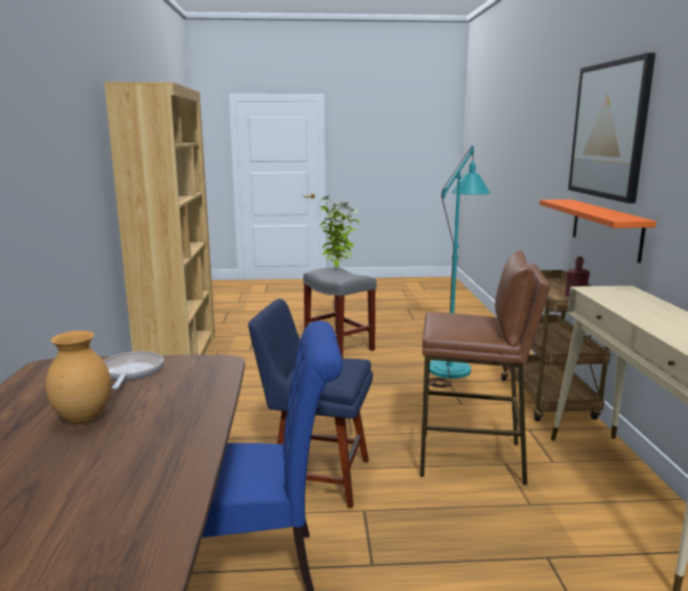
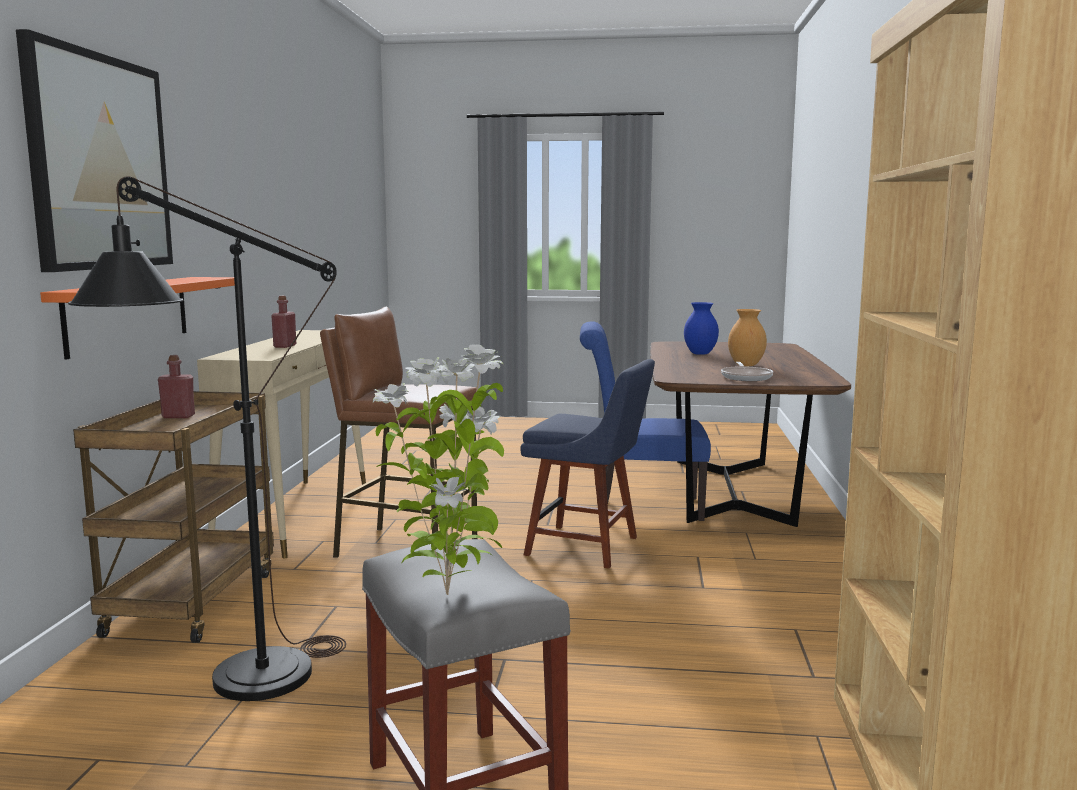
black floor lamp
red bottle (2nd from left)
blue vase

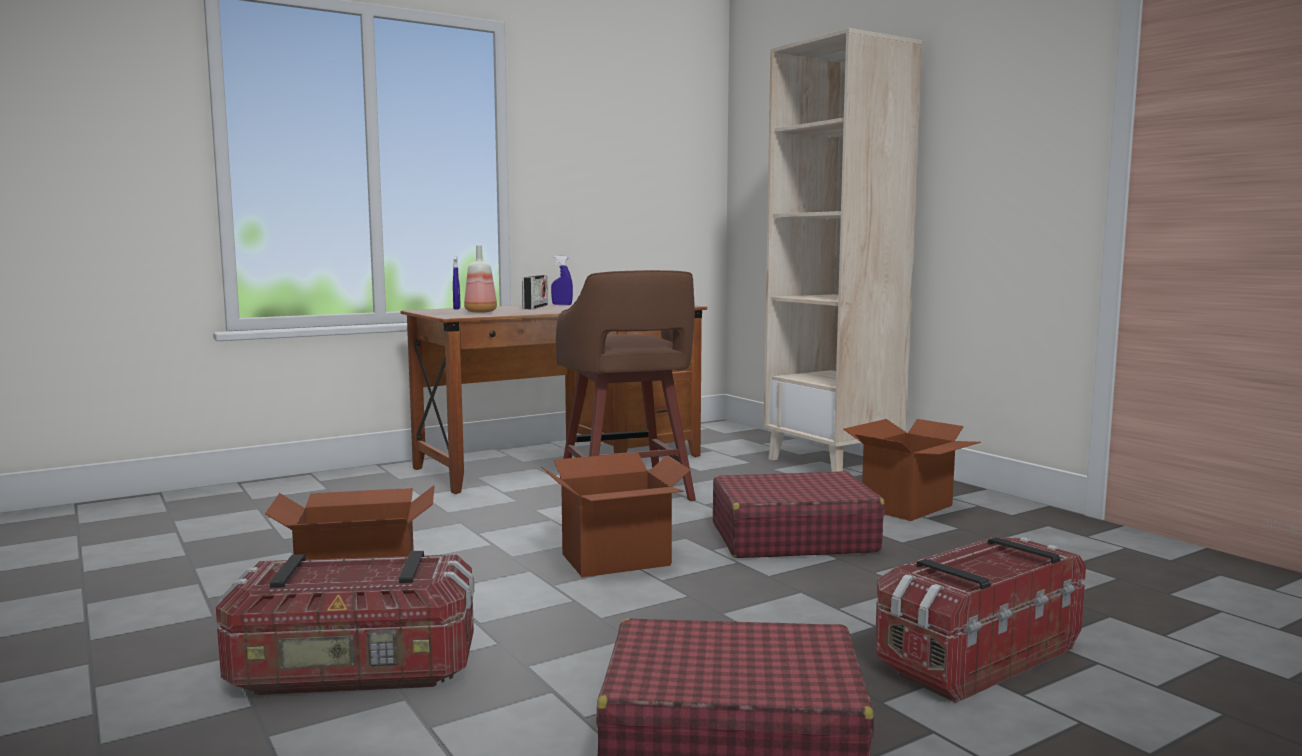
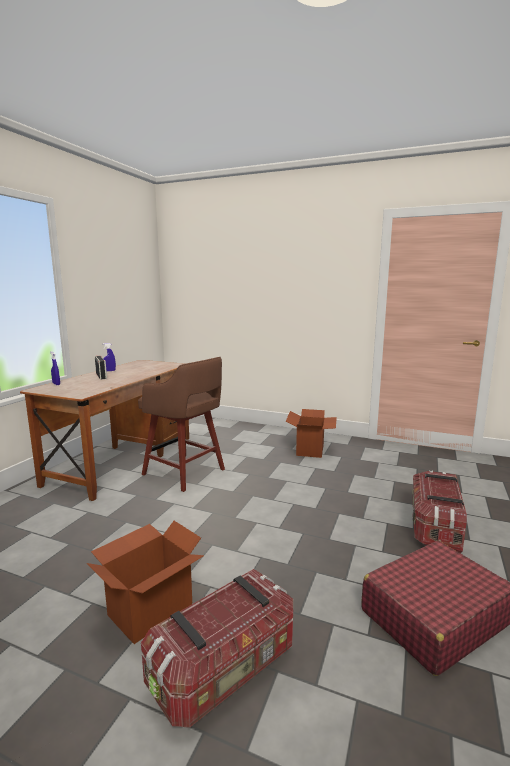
bottle
cardboard box (2nd from left in the first image)
red suitcase (2nd from left in the first image)
beige bookcase

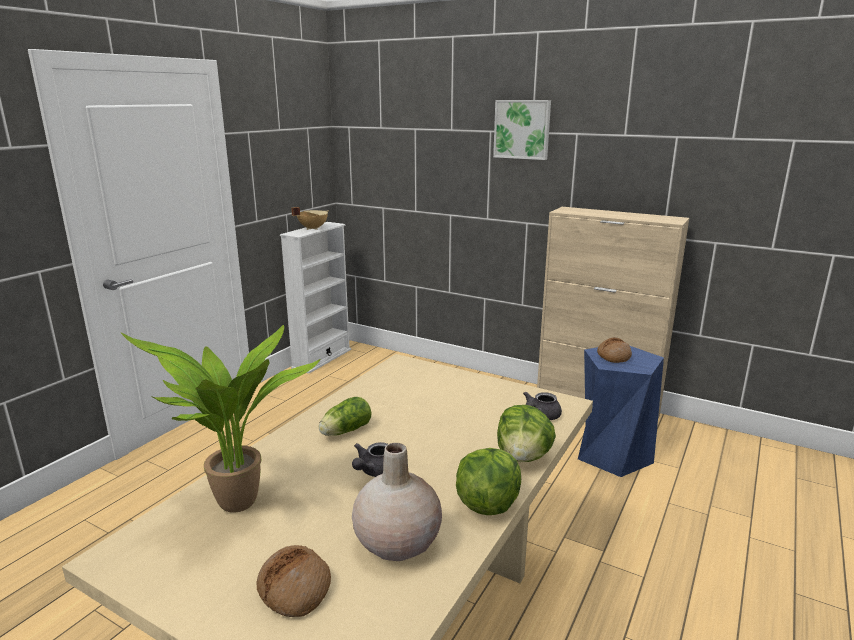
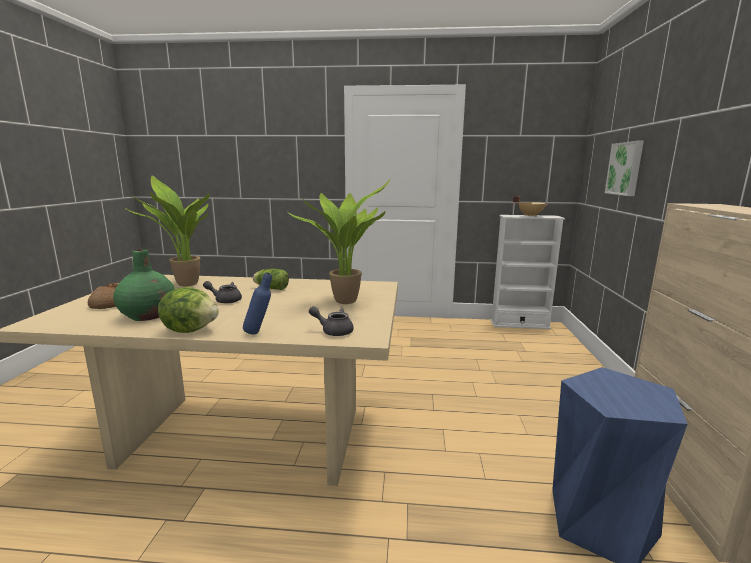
green vase
picture
blue bottle
bread (2nd from left in the first image)
potted plant (2nd from left)

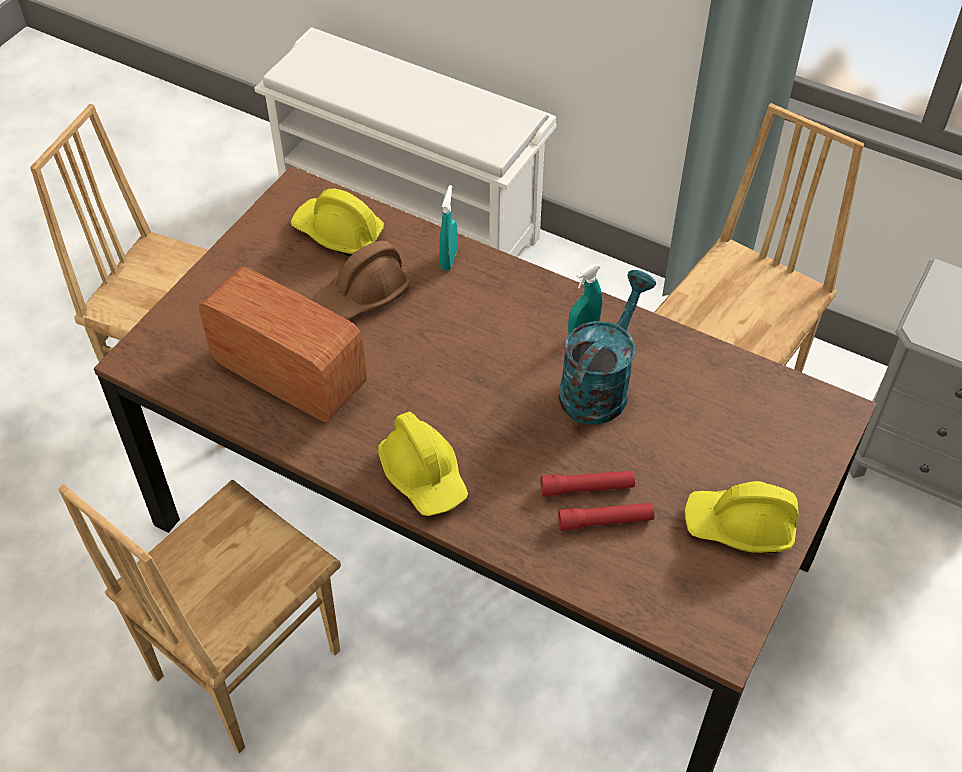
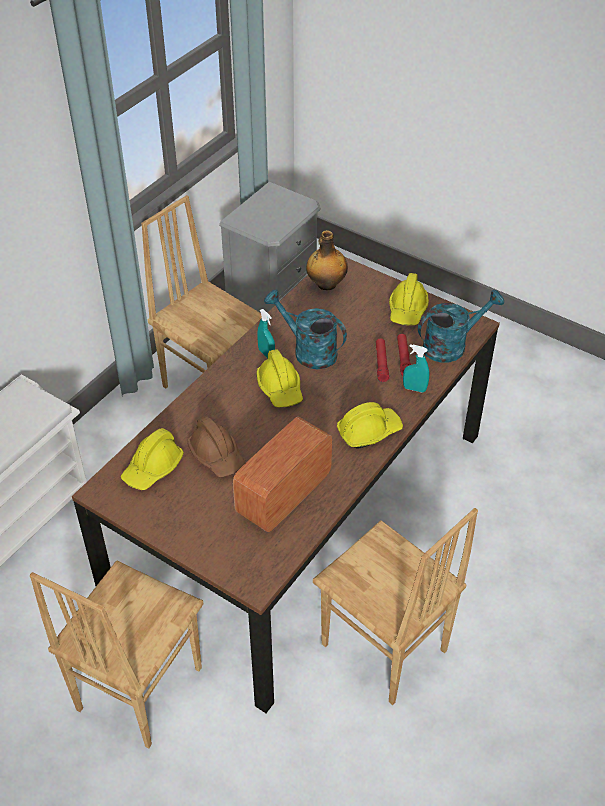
turquoise spray bottle (2nd from left)
yellow hard hat (2nd from left)
bottle
turquoise watering can (2nd from left)

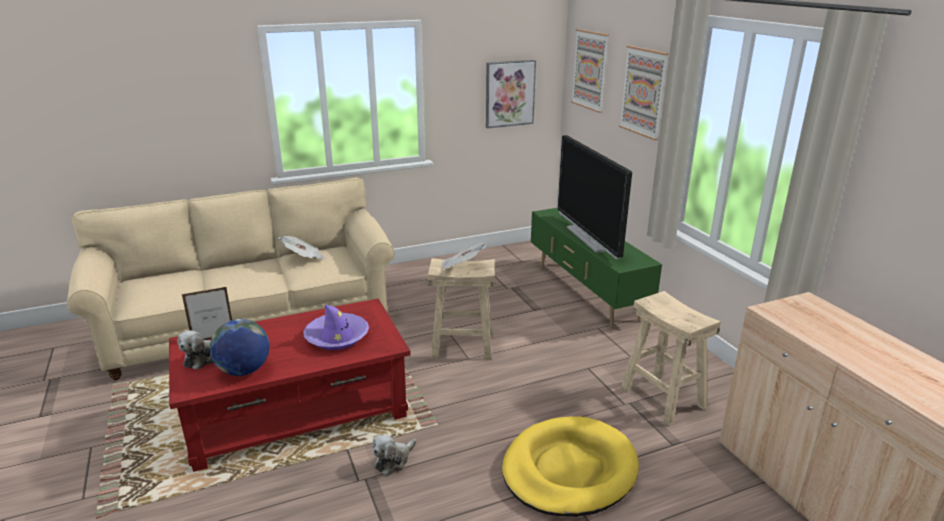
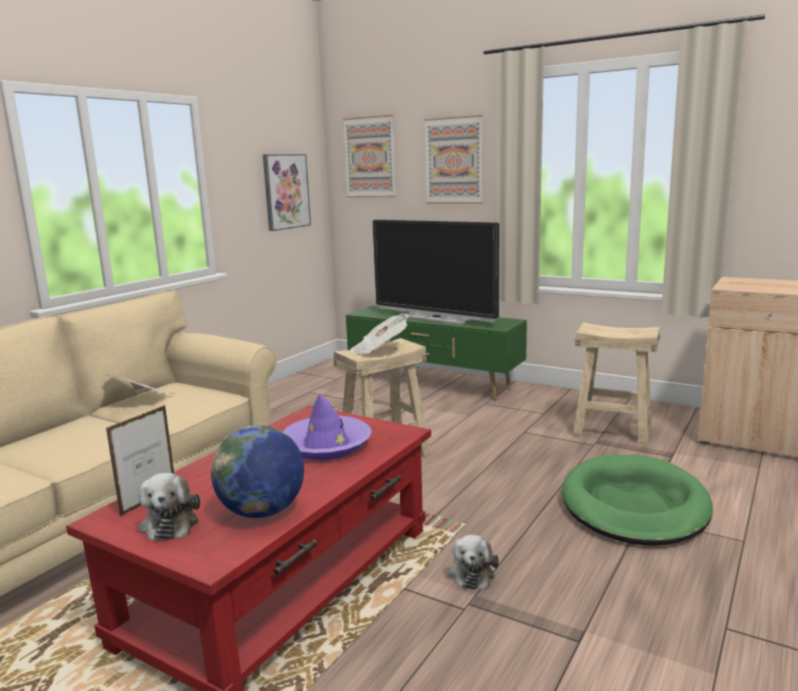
green dog bed

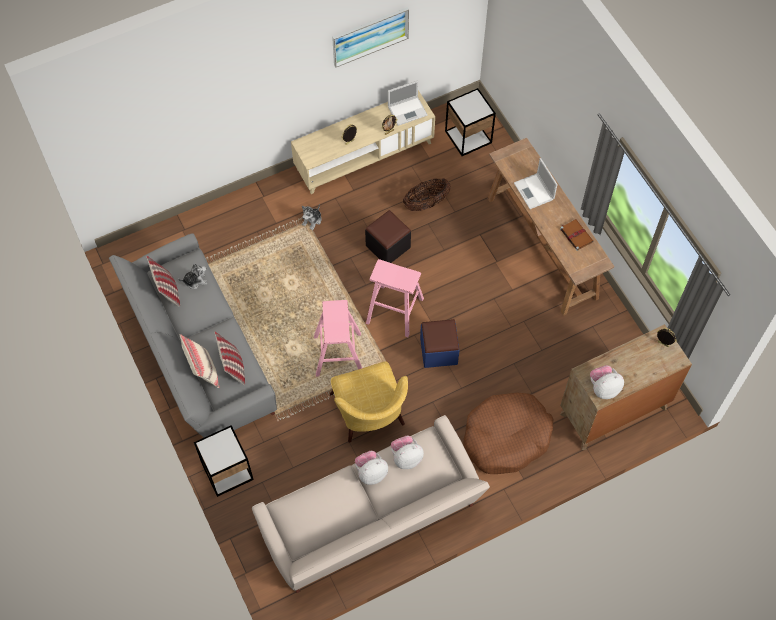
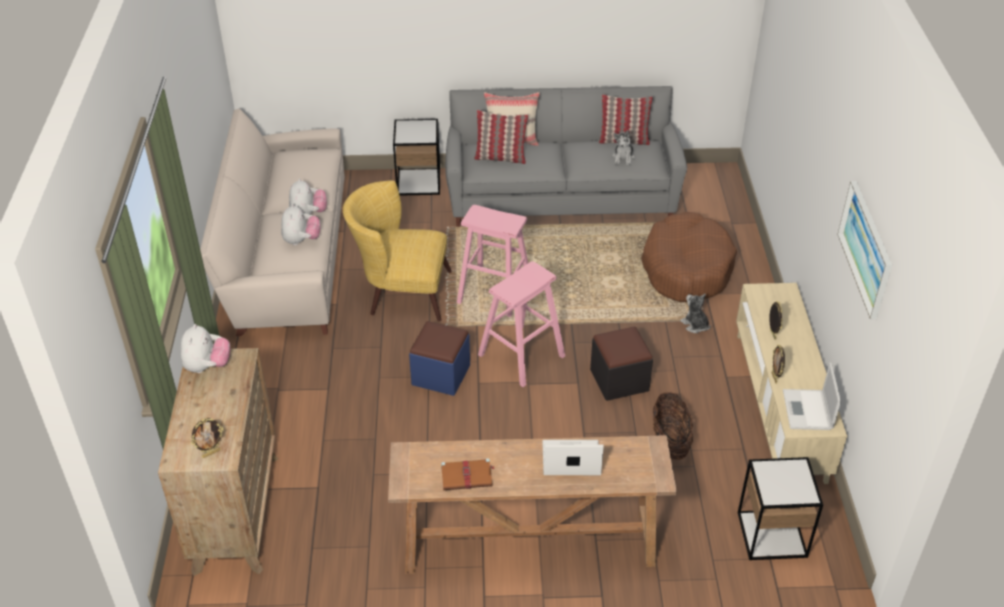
brown dog bed

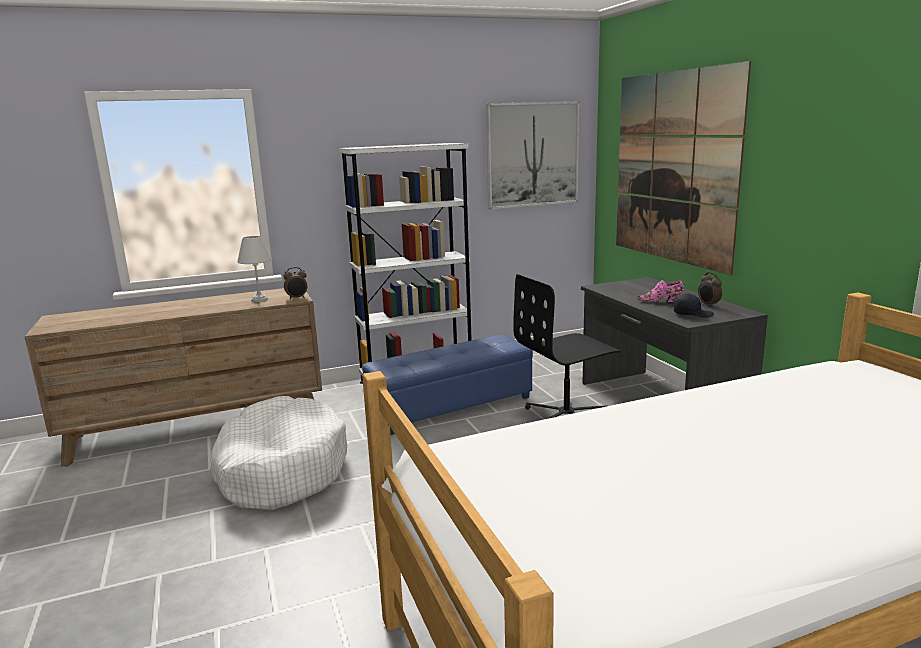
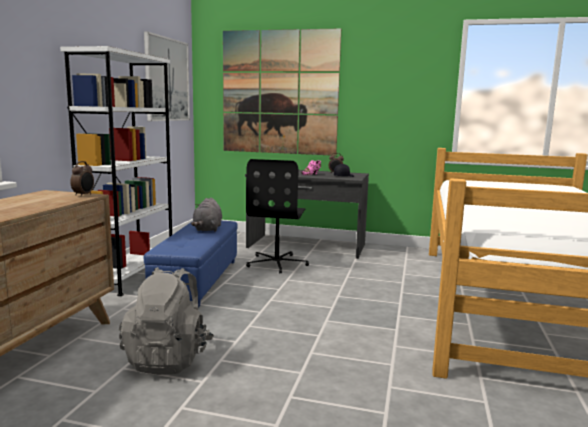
grey backpack
white table lamp
grey plush toy

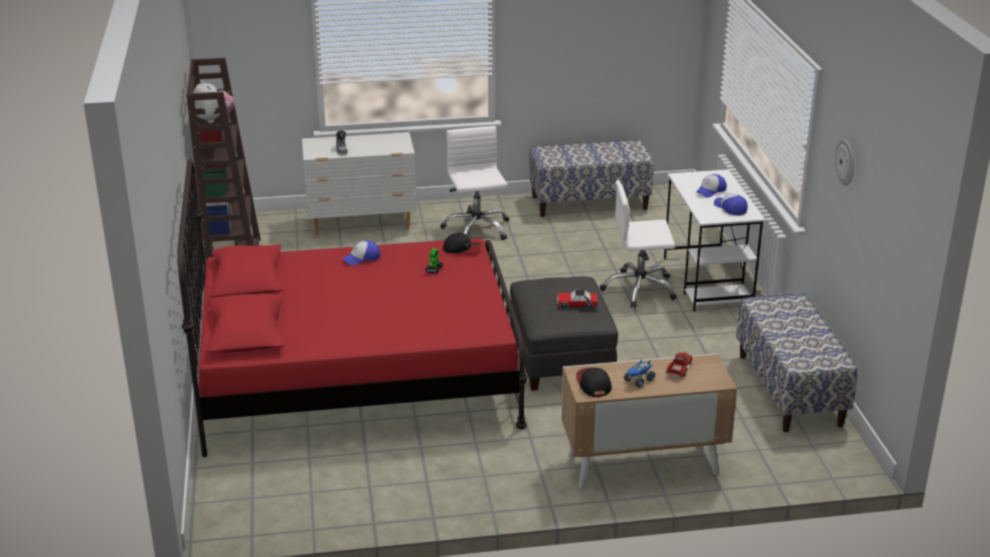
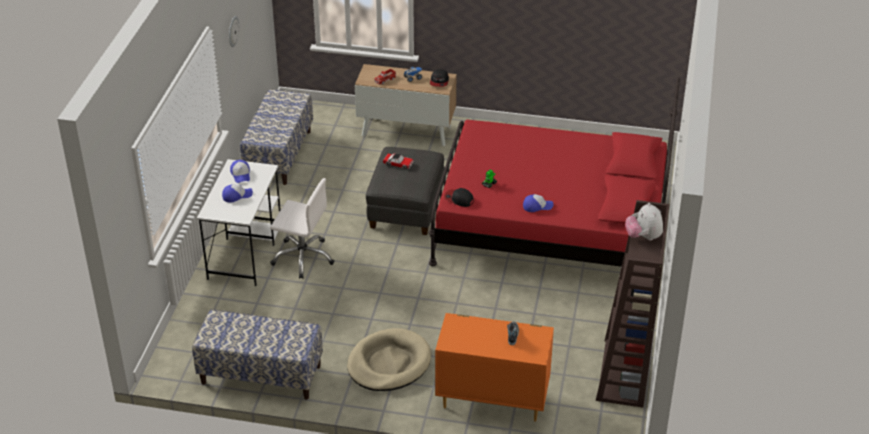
orange dresser
beige dog bed

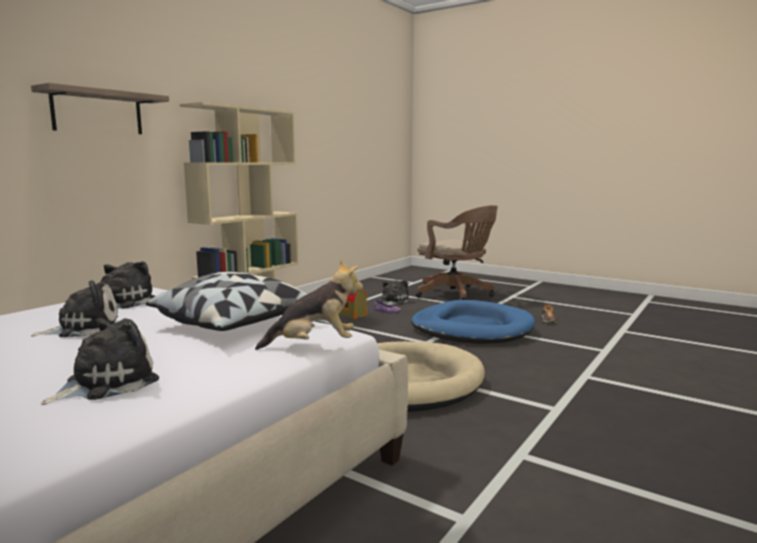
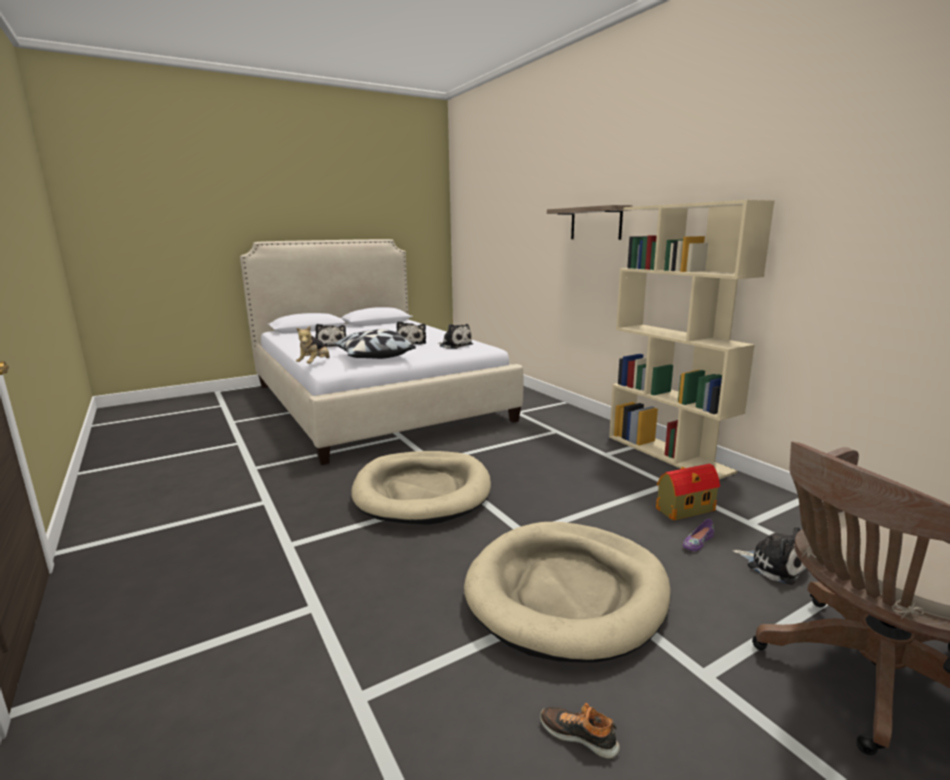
beige dog bed (2nd from left)

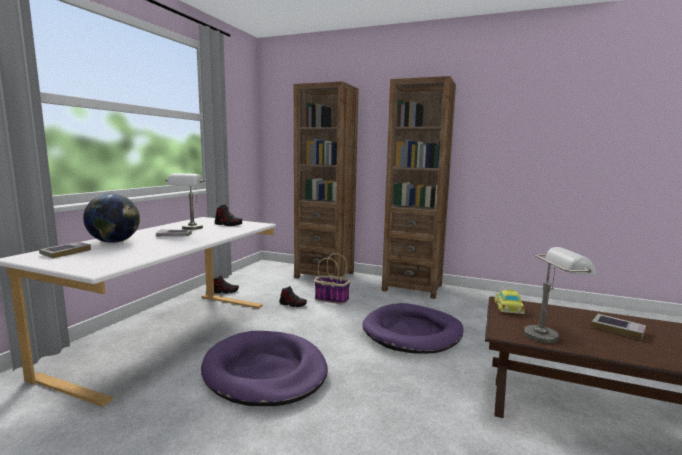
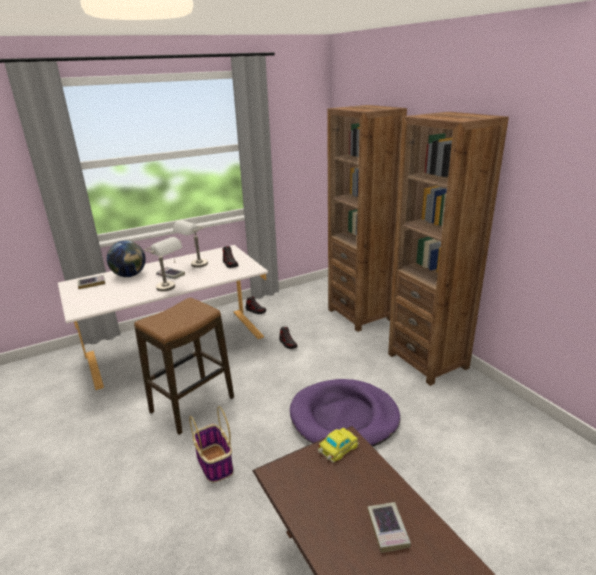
stool
basket
grey table lamp (1st from left)

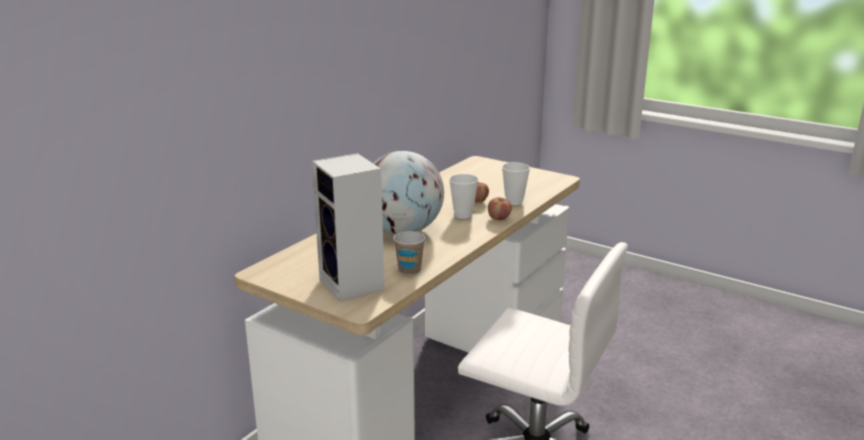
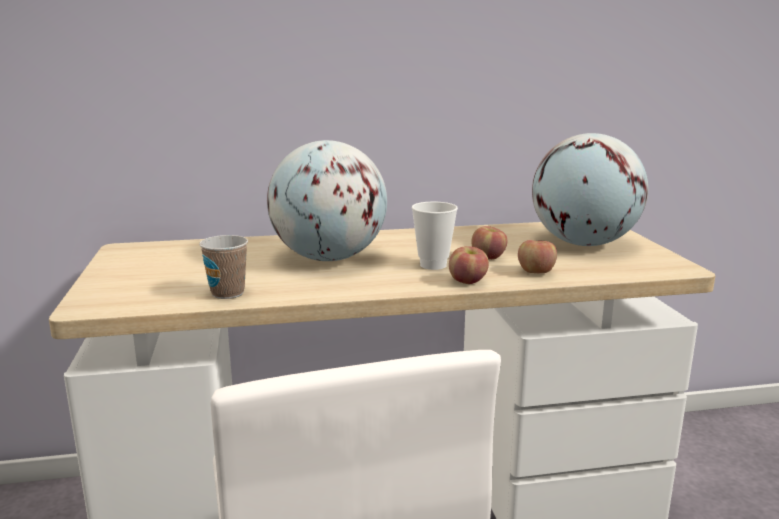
speaker
apple (3rd from left)
globe (2nd from left)

